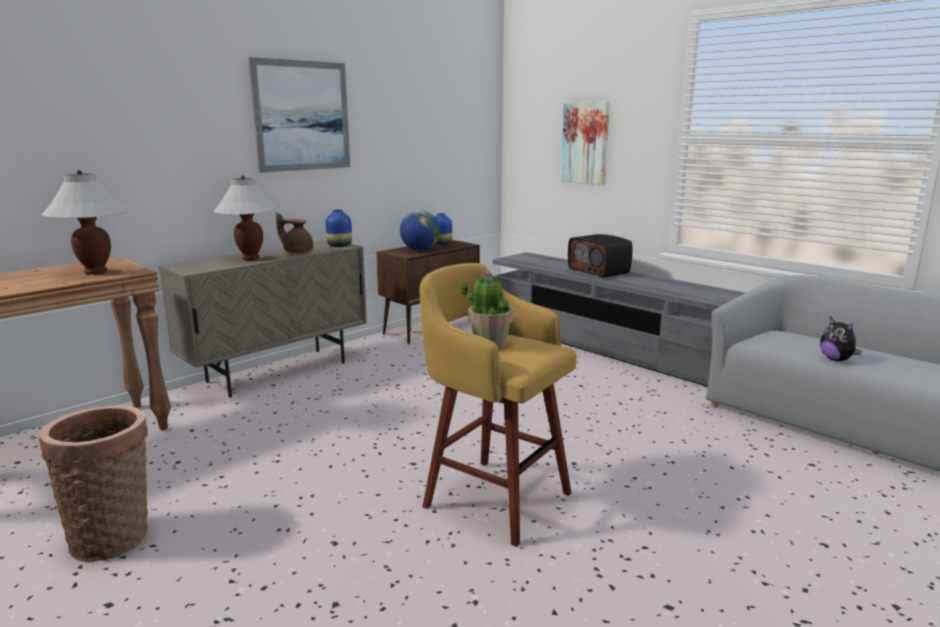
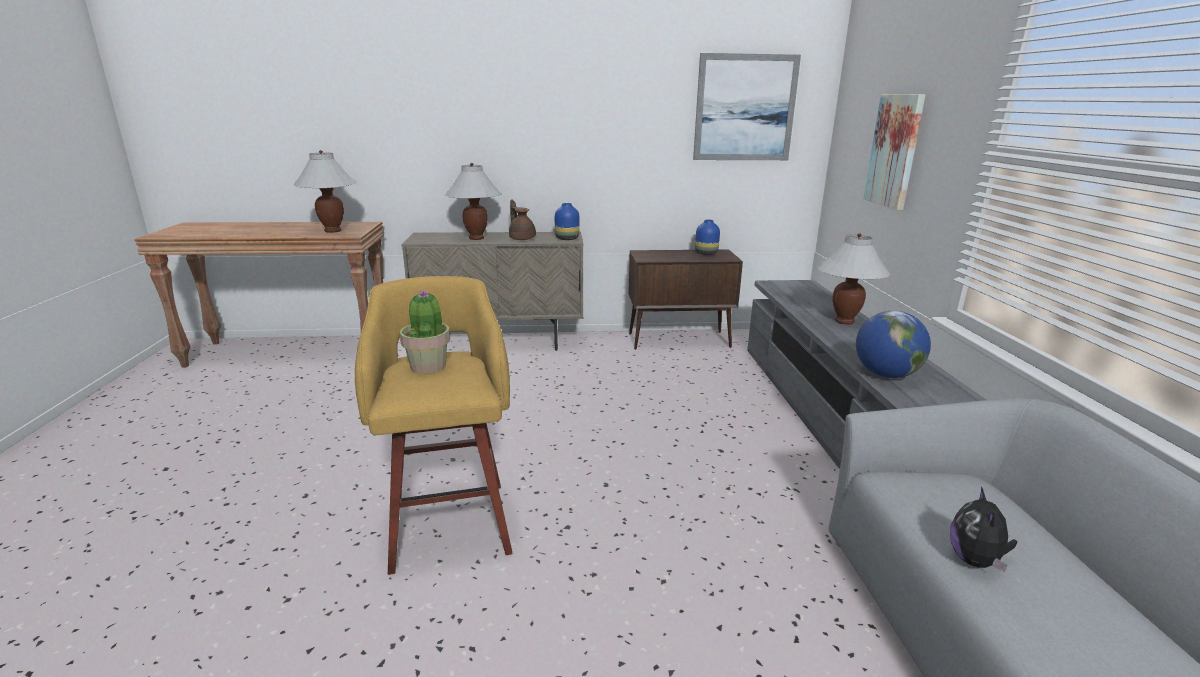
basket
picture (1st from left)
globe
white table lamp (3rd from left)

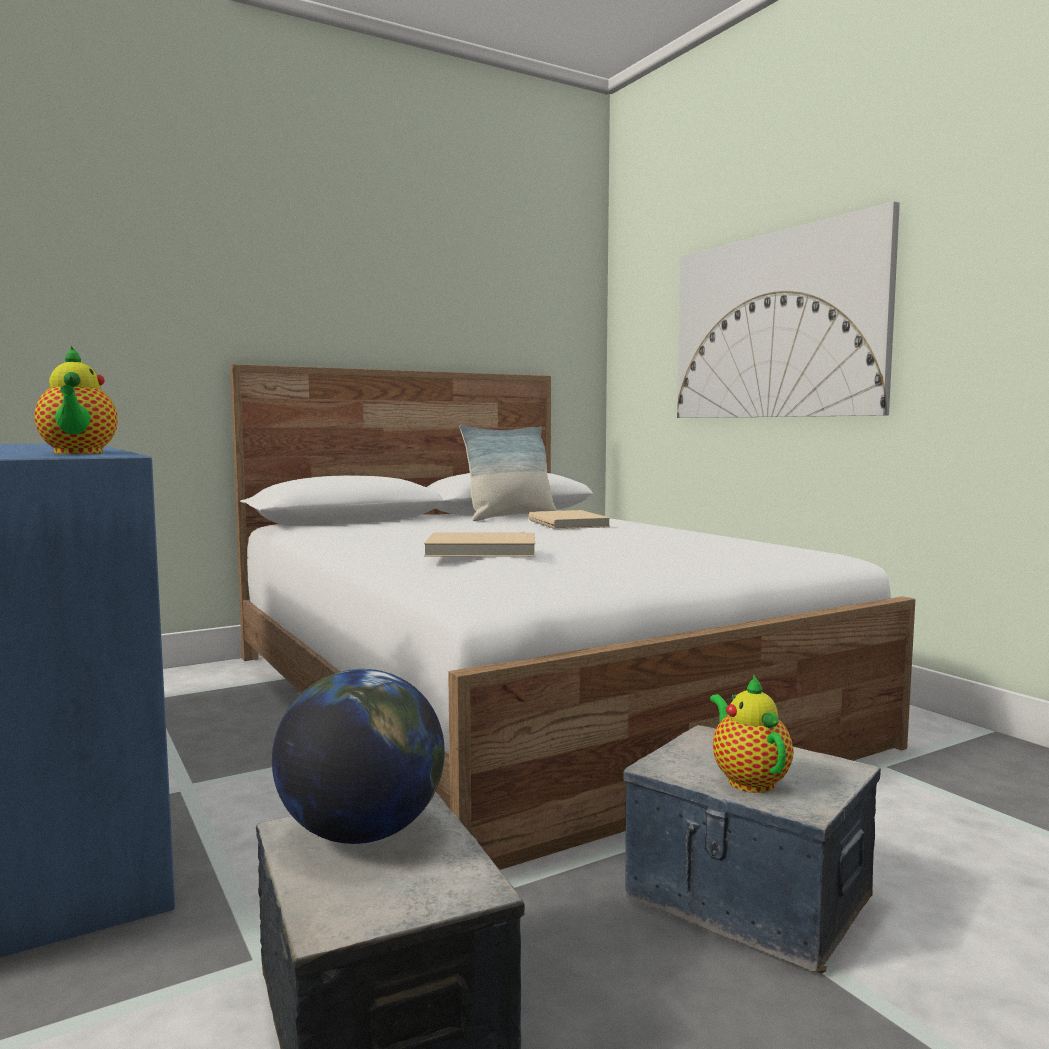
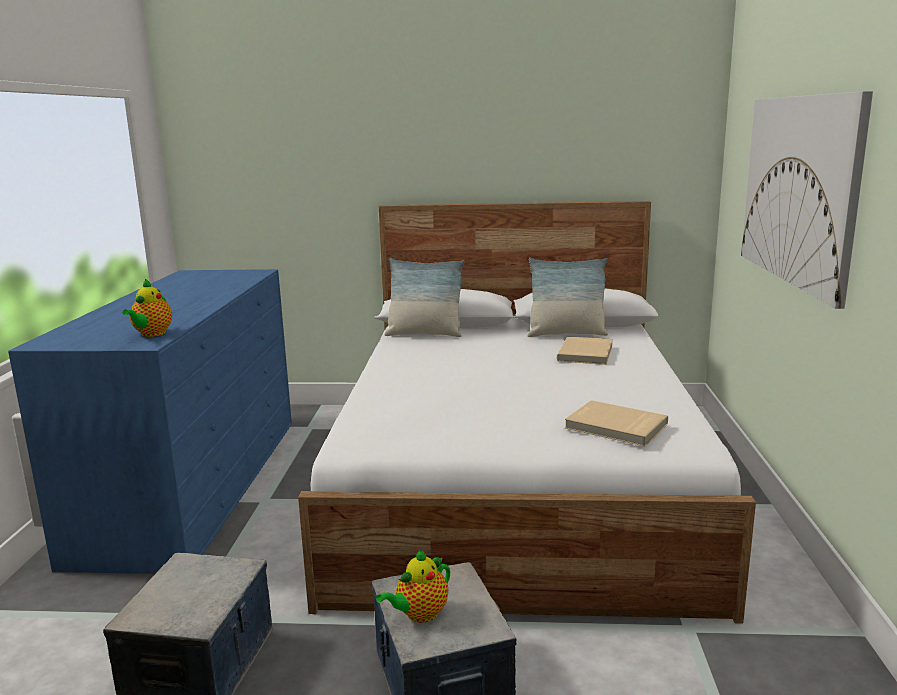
globe
beige book (2nd from left)
teapot (2nd from left)
pillow (1st from left)

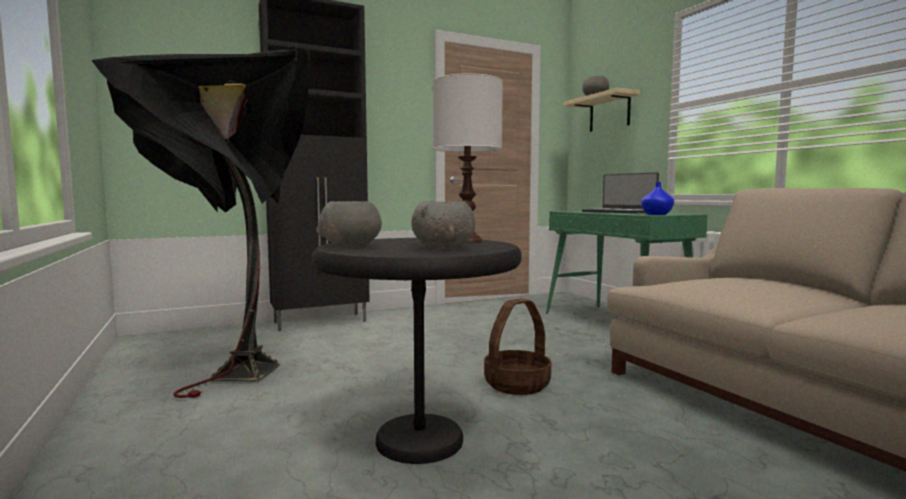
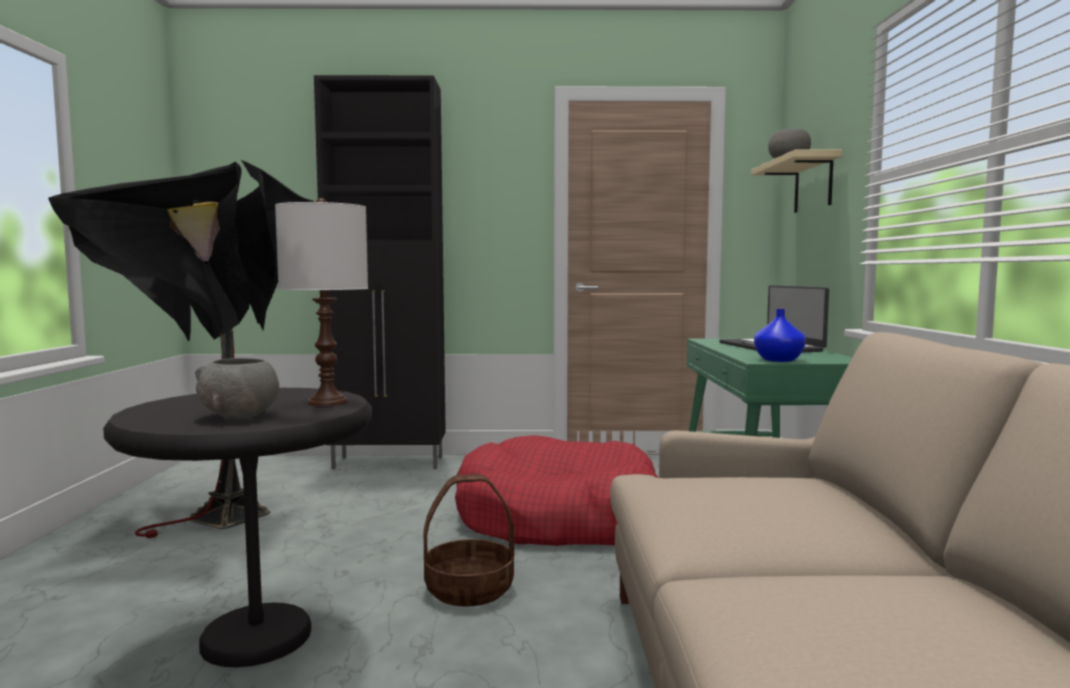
grey bowl (1st from left in the first image)
red dog bed

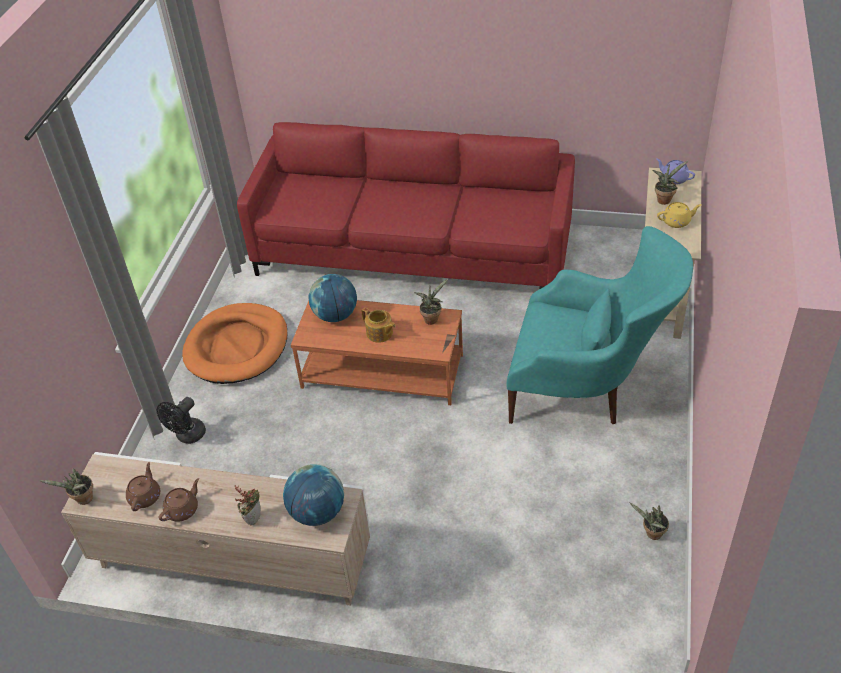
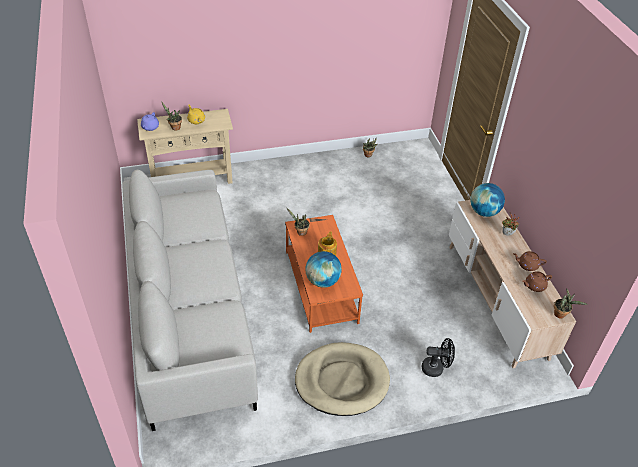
beige dog bed
grey sofa
turquoise armchair

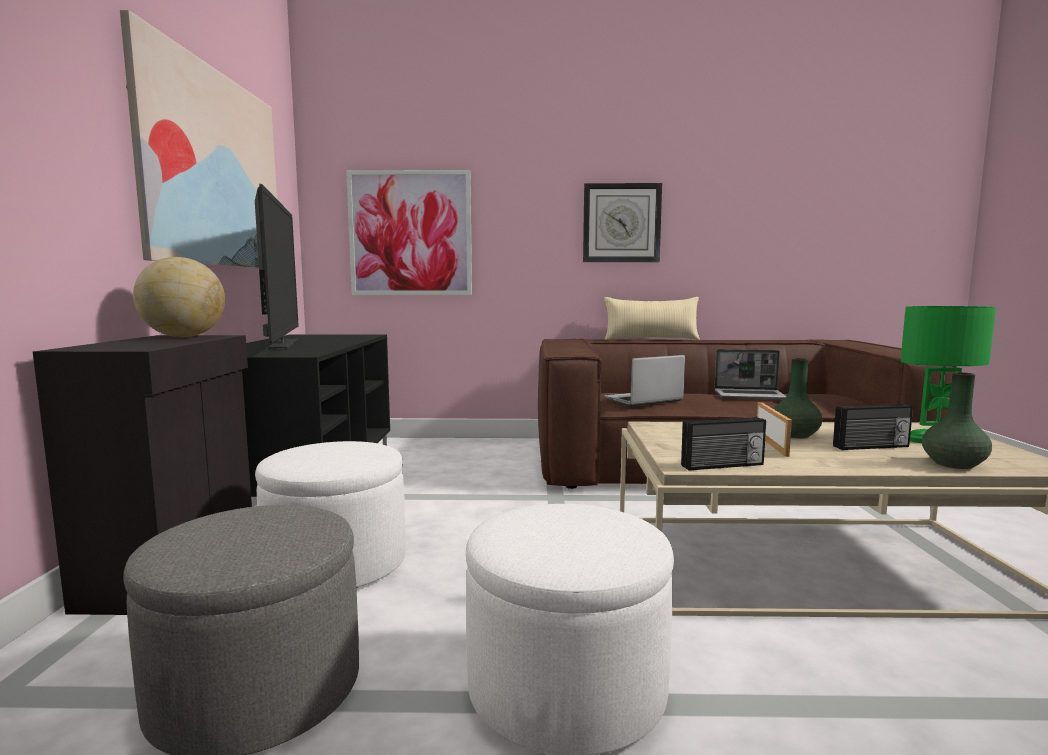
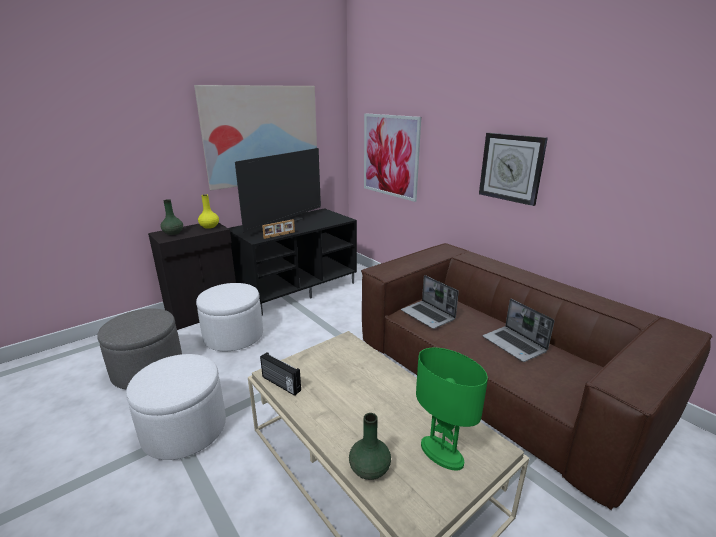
yellow vase
beige pillow
laptop (1st from left)
picture frame
green vase (1st from left)
radio (2nd from left in the first image)

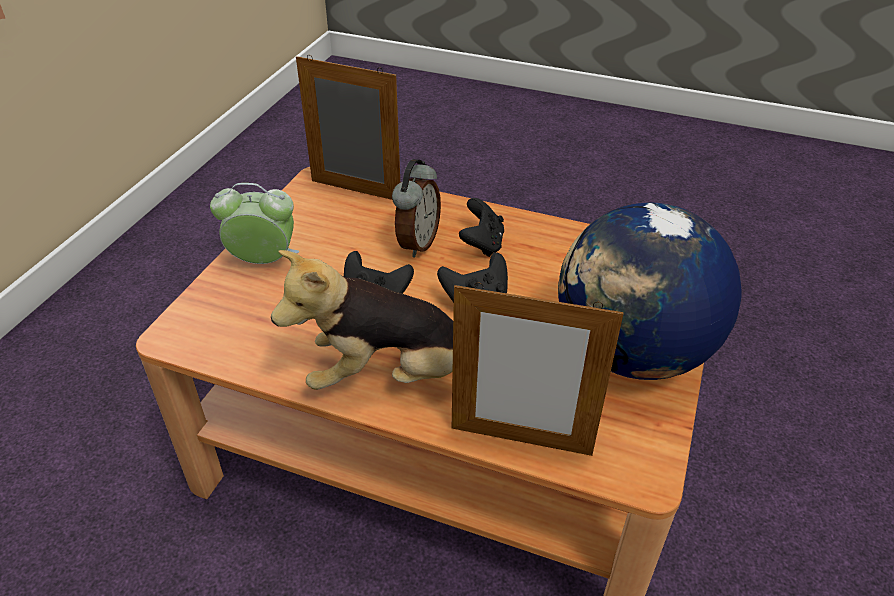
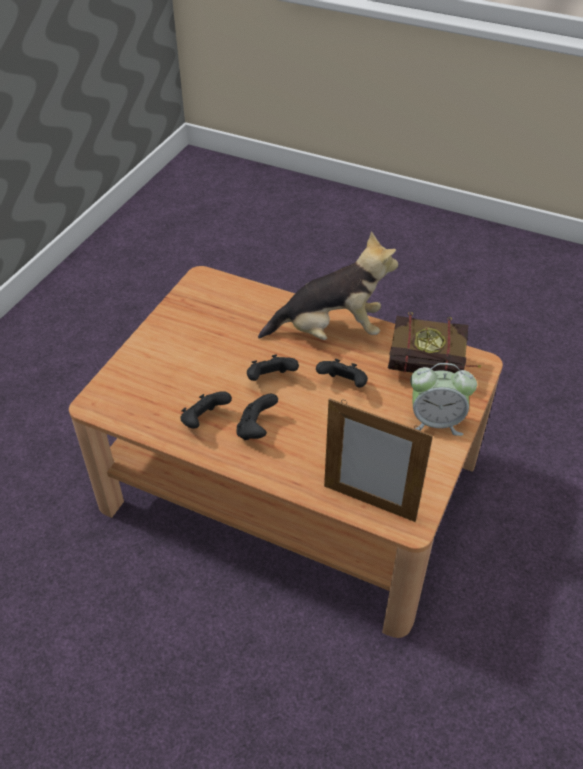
alarm clock (2nd from left in the first image)
picture frame (2nd from left in the first image)
globe
black game controller (1st from left)
book

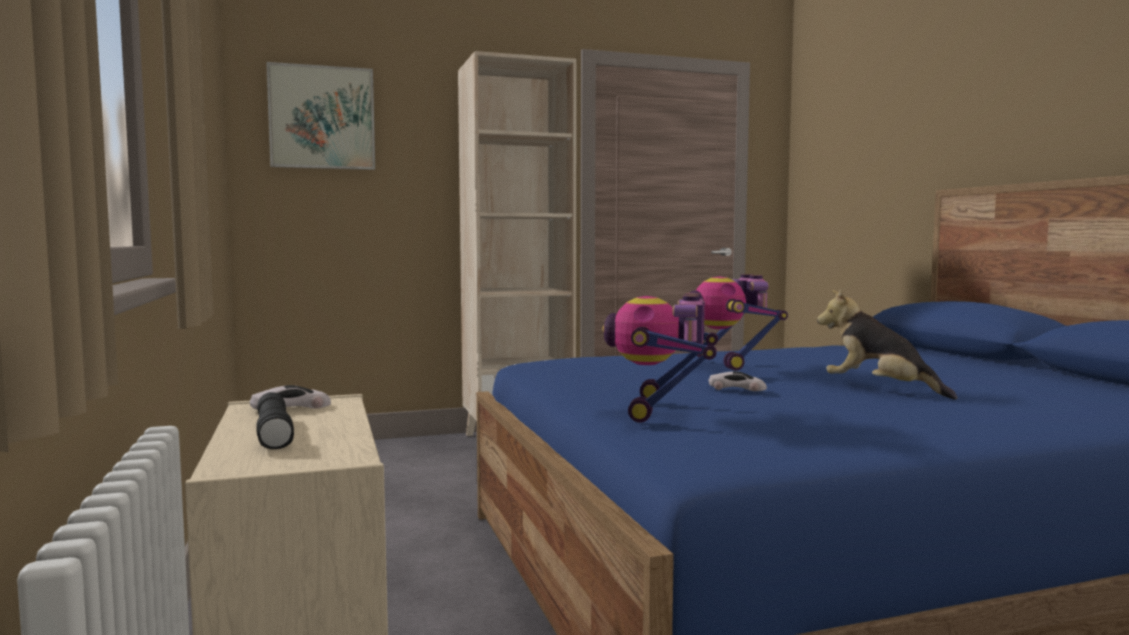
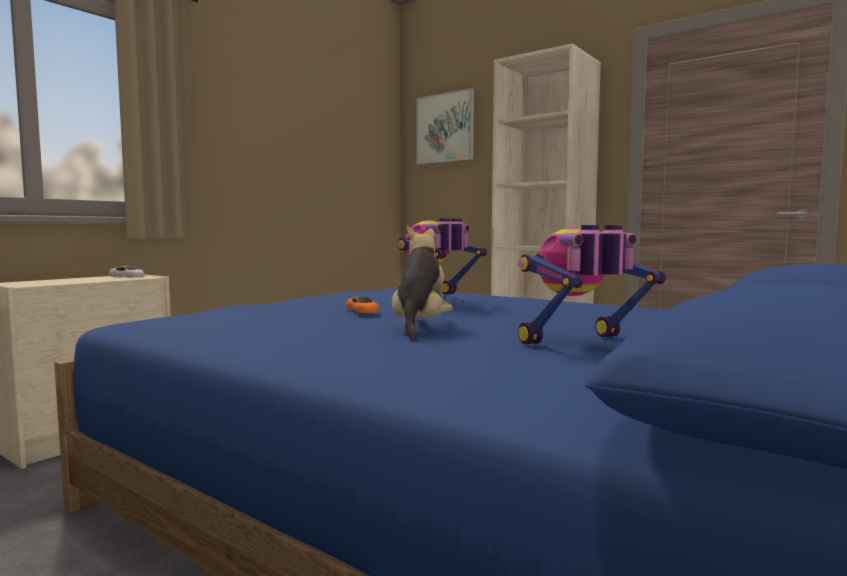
black flashlight
toy robot (2nd from left)
orange toy car

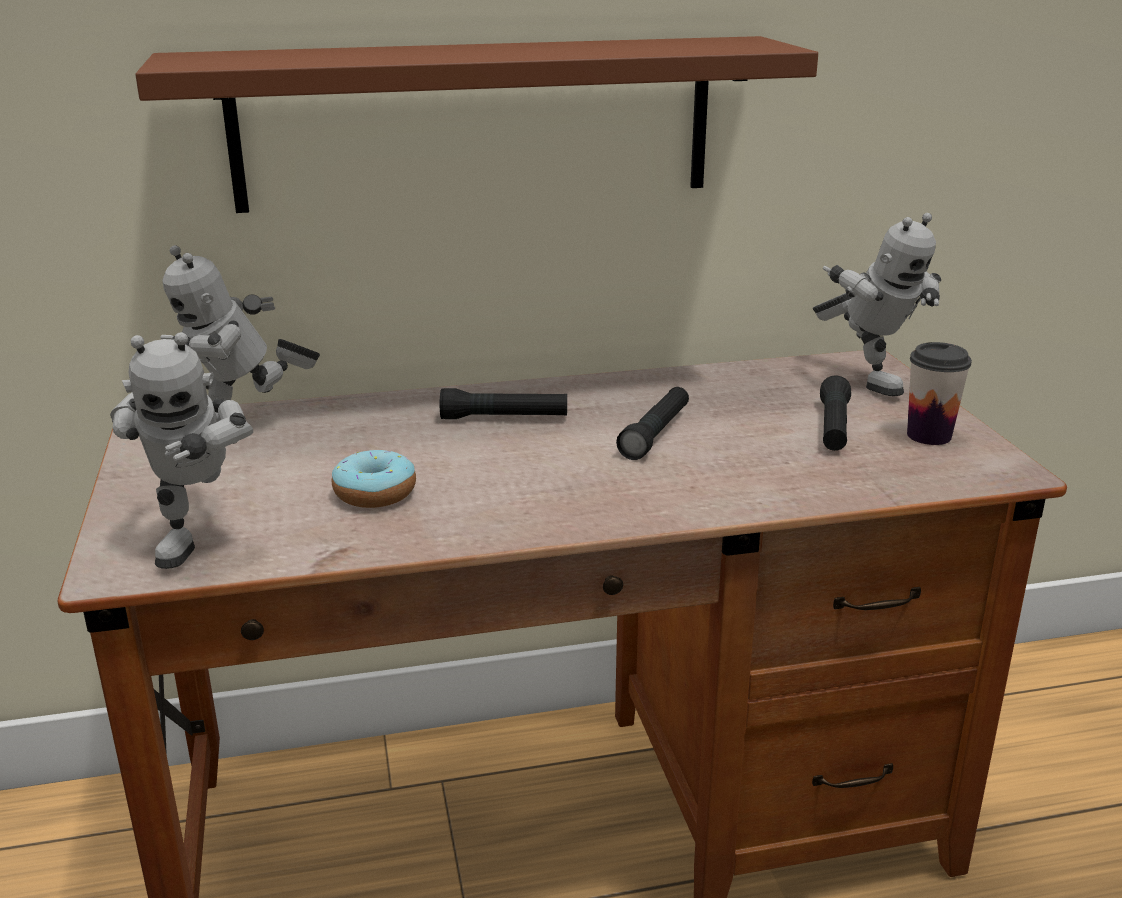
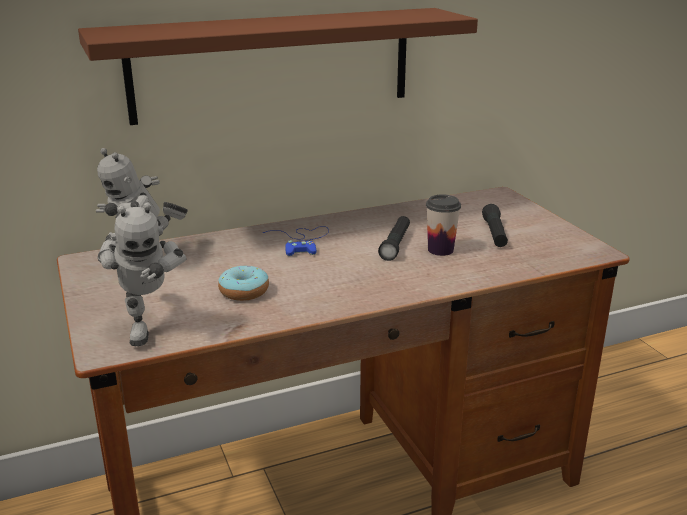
blue game controller
toy robot (3rd from left in the first image)
cup

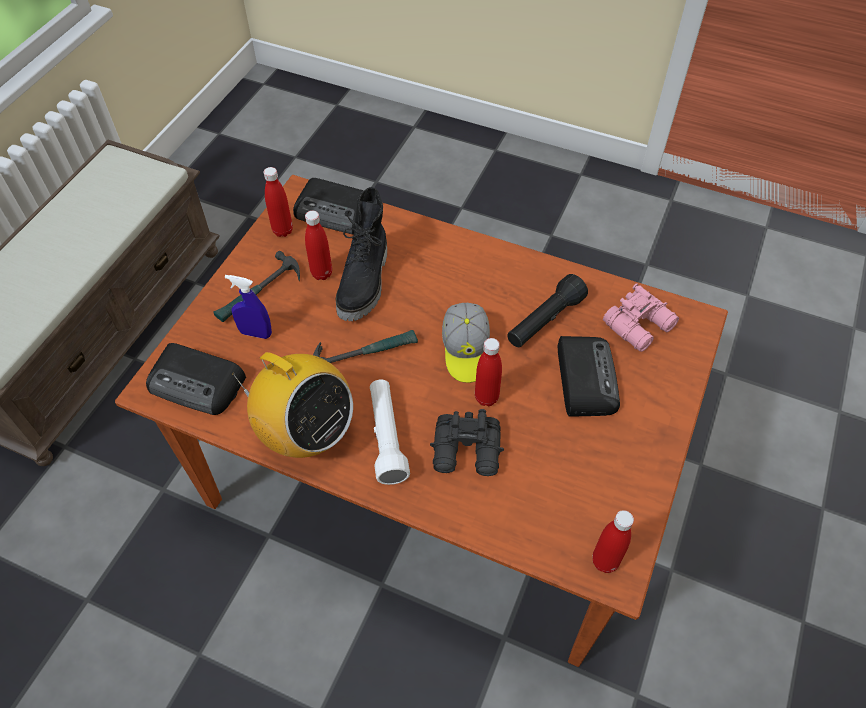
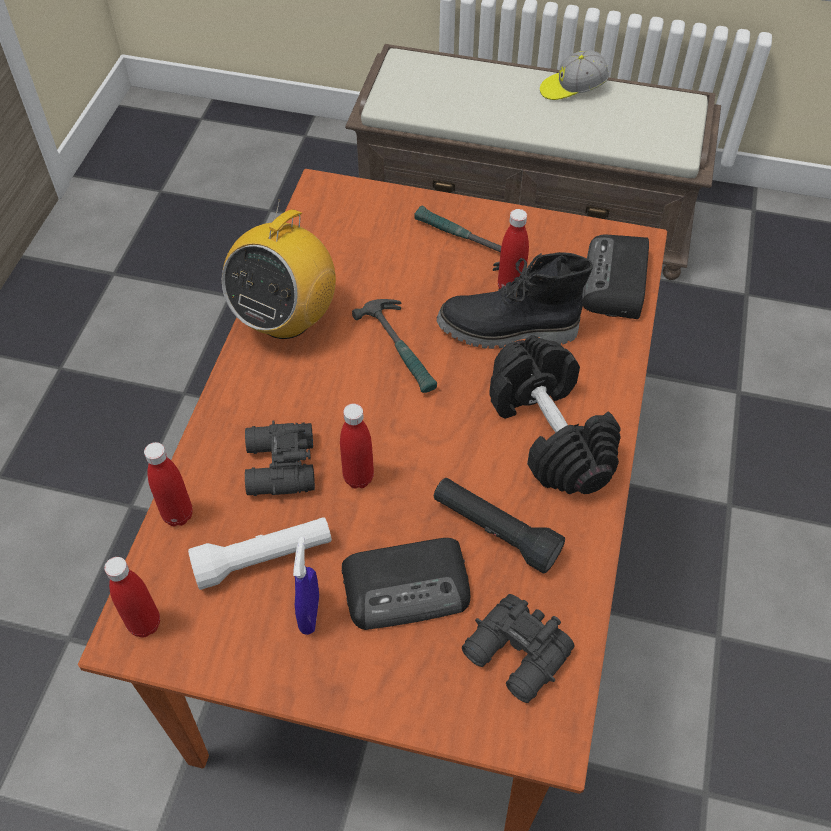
radio (1st from left in the first image)
blue spray bottle
red bottle (2nd from left)
white flashlight
cap
black binoculars (2nd from left)
black dumbbell

